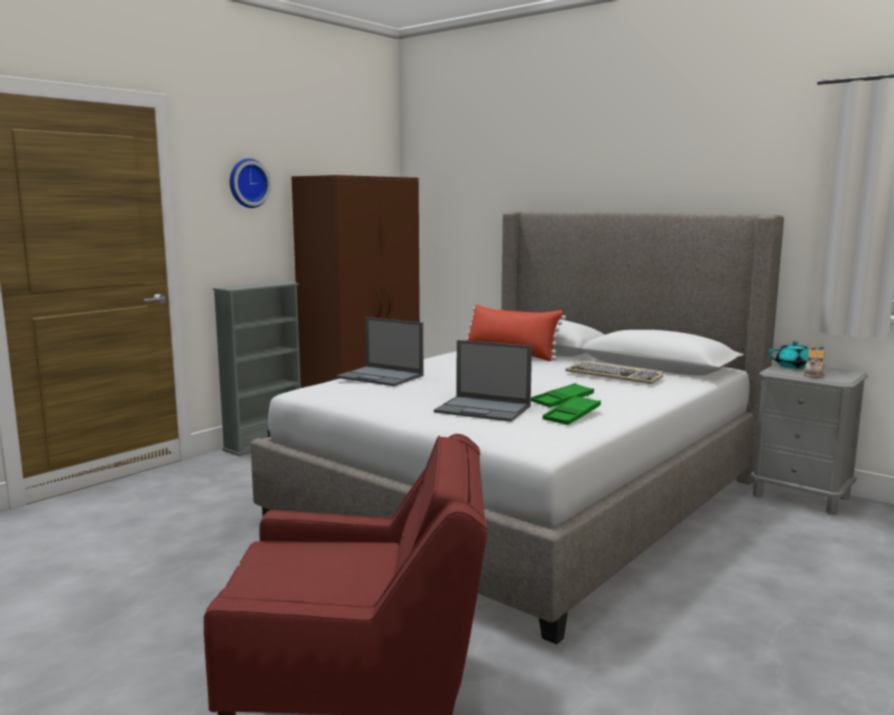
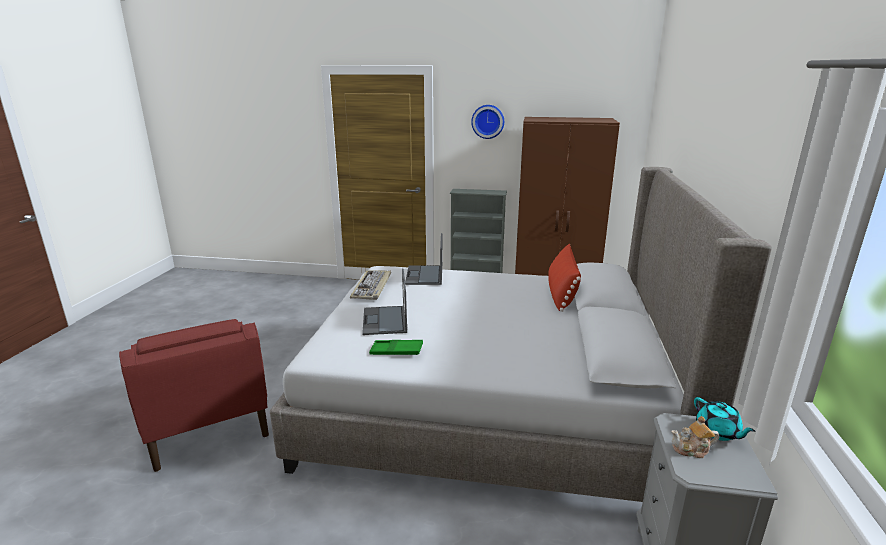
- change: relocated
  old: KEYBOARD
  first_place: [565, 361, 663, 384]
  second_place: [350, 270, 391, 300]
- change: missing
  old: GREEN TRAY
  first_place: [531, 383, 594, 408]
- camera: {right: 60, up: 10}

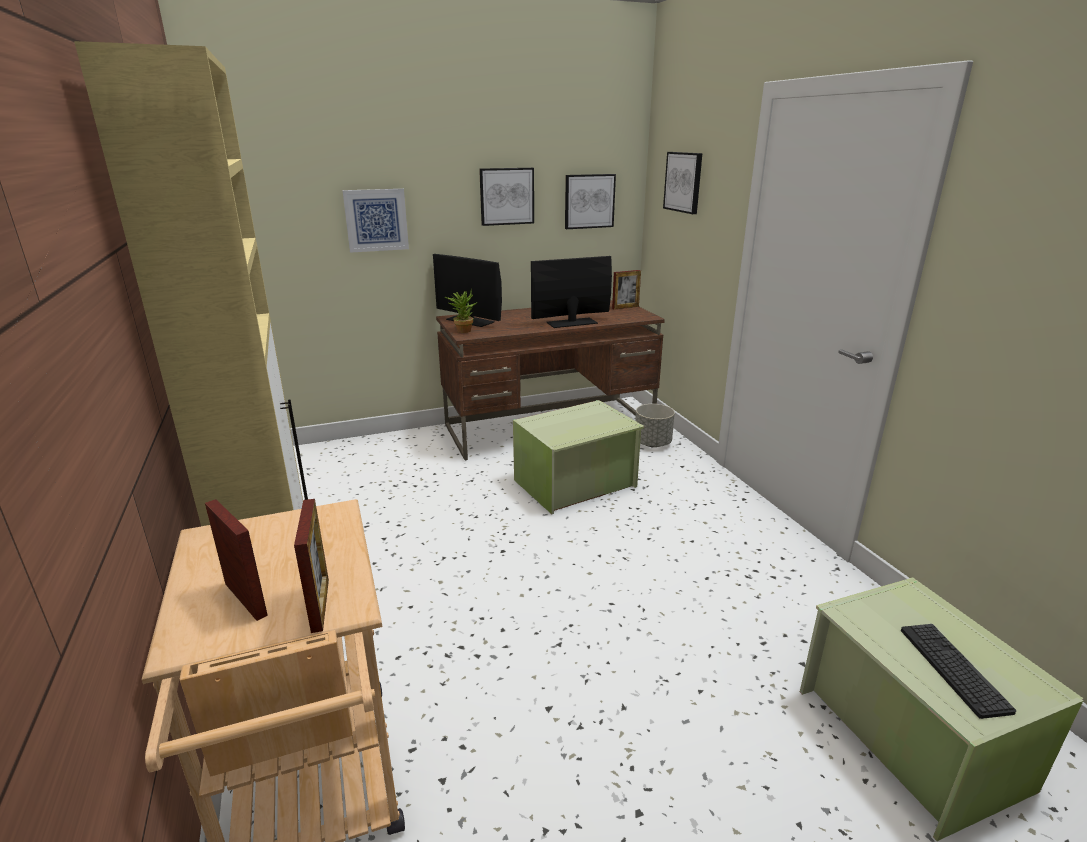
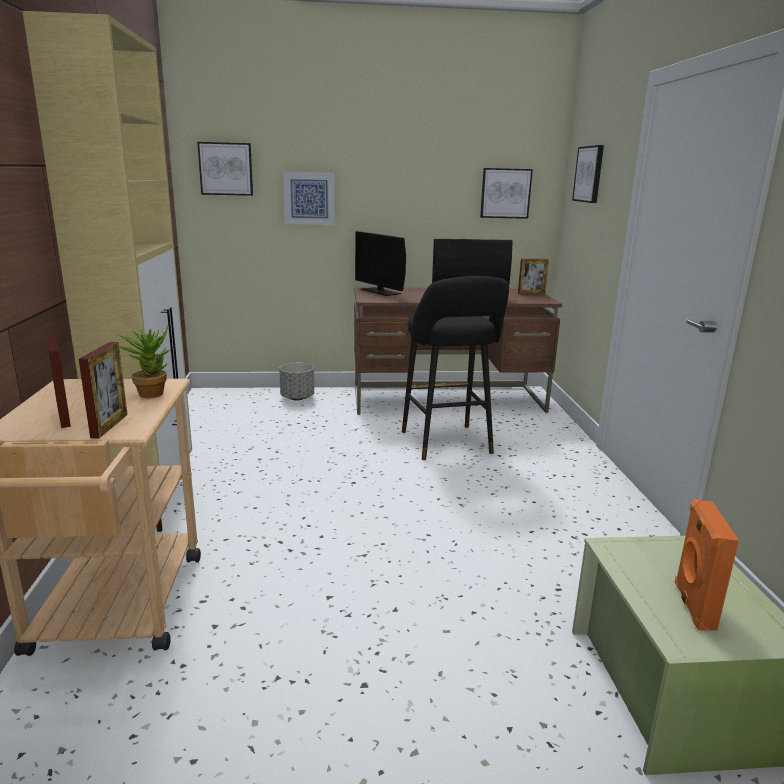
- change: relocated
  old: POTTED PLANT
  first_place: [445, 288, 477, 333]
  second_place: [118, 325, 170, 398]
- change: relocated
  old: PICTURE
  first_place: [479, 168, 534, 226]
  second_place: [197, 142, 253, 196]
- change: relocated
  old: GREY PLANTER
  first_place: [635, 404, 675, 447]
  second_place: [279, 363, 314, 400]
- change: exchanged
  old: GREEN STORAGE BOX
  new: BLACK STOOL
  first_place: [513, 400, 644, 514]
  second_place: [402, 276, 509, 460]
- change: exchanged
  old: KEYBOARD
  new: ORANGE SPEAKER
  first_place: [901, 624, 1016, 719]
  second_place: [675, 499, 739, 631]
- camera: {right: 15, up: -5}

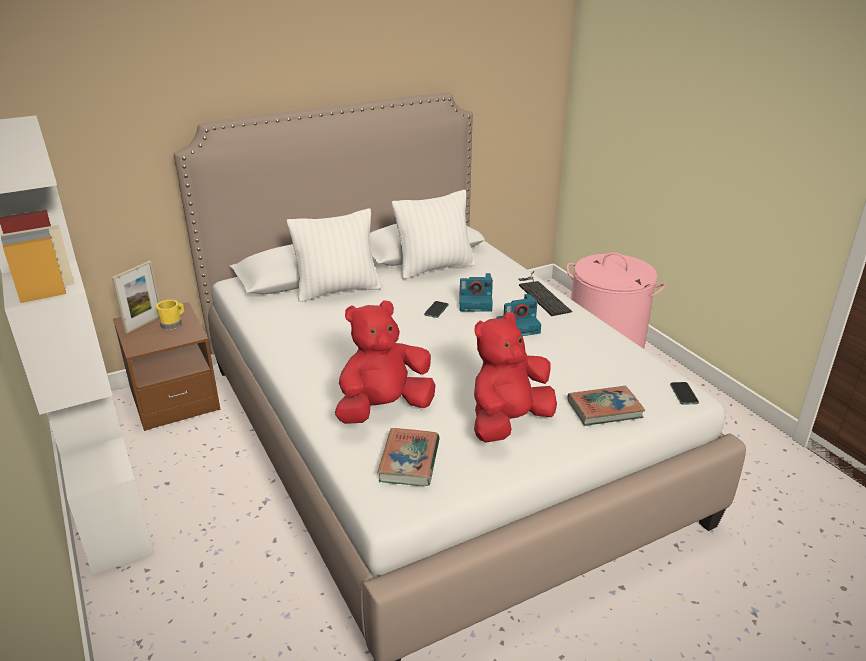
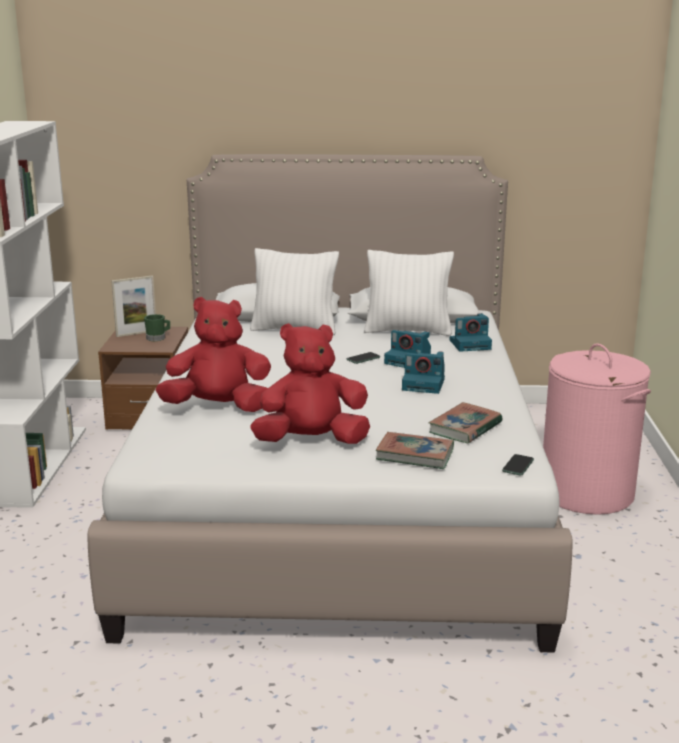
- change: colour
  old: YELLOW MUG
  new: GREEN MUG
  first_place: [156, 300, 184, 330]
  second_place: [144, 314, 170, 341]
- change: relocated
  old: BOOK
  first_place: [377, 428, 440, 486]
  second_place: [429, 402, 502, 443]
- change: appeared
  new: PHOTO CAMERA
  second_place: [450, 313, 492, 352]
- change: missing
  old: KEYBOARD
  first_place: [519, 271, 572, 316]
- camera: {right: 30, up: -10}

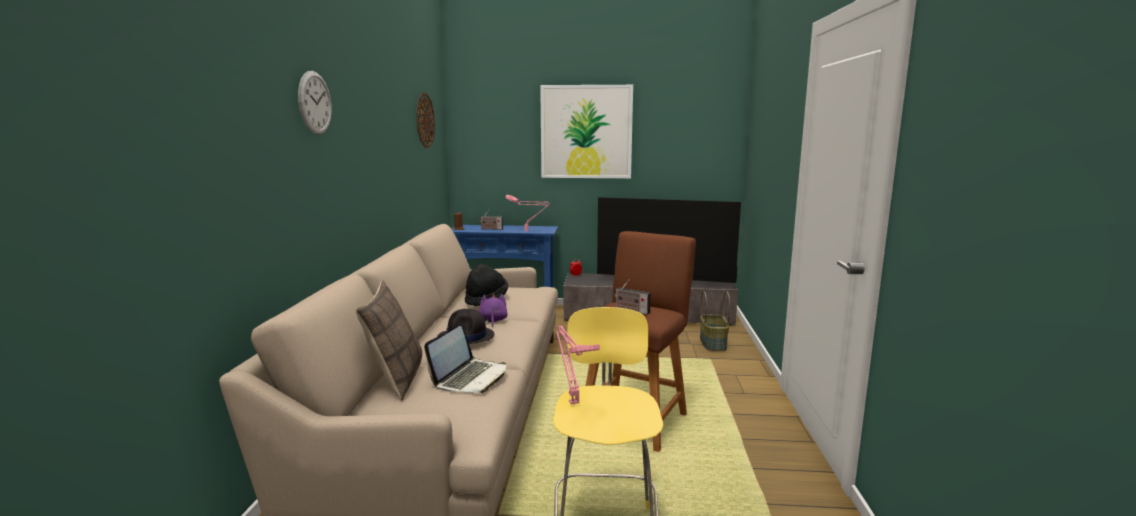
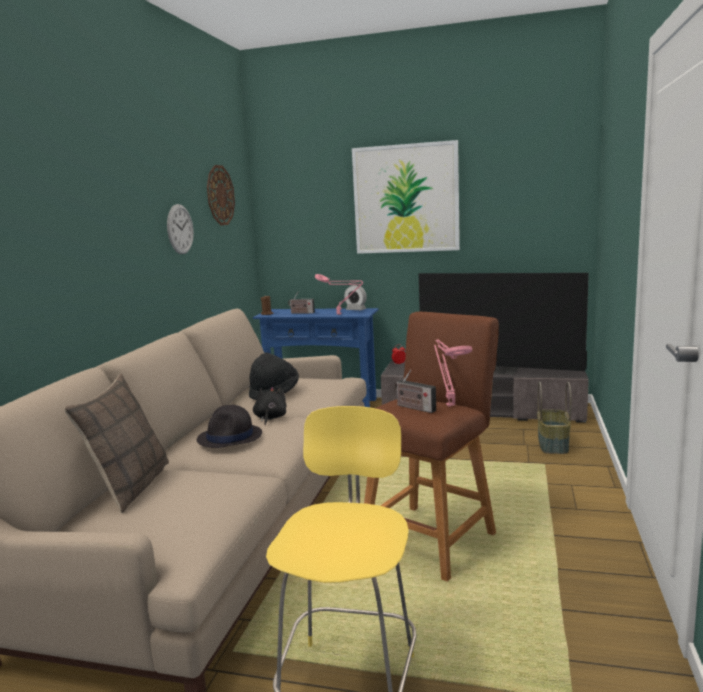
- change: relocated
  old: WALL CLOCK
  first_place: [298, 71, 332, 135]
  second_place: [167, 204, 194, 254]
- change: colour
  old: PURPLE PLUSH TOY
  new: BLACK PLUSH TOY
  first_place: [478, 294, 508, 327]
  second_place: [253, 387, 286, 425]
- change: appeared
  new: ALARM CLOCK
  second_place: [344, 285, 367, 310]
- change: relocated
  old: PINK TABLE LAMP
  first_place: [556, 326, 600, 404]
  second_place: [434, 340, 472, 407]
- change: missing
  old: LAPTOP
  first_place: [424, 326, 506, 393]
- camera: {right: 10, up: 0}

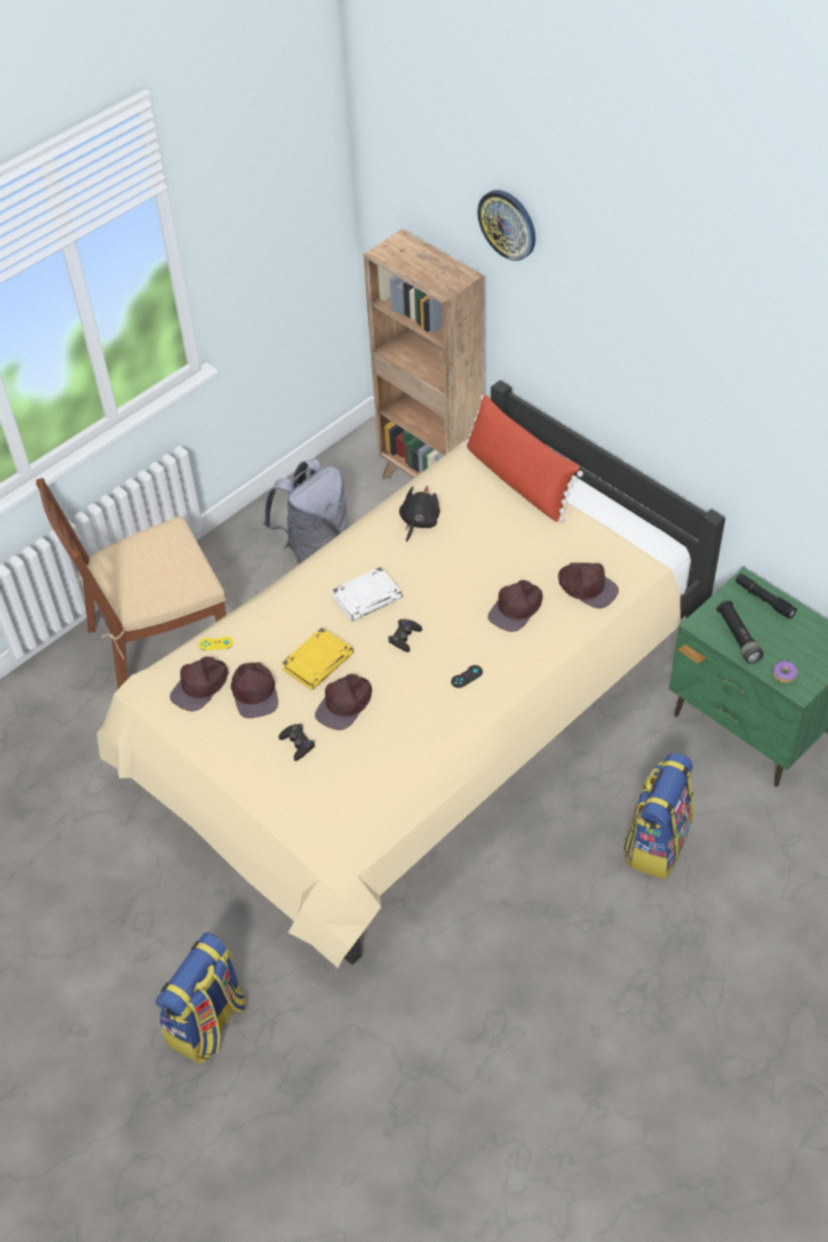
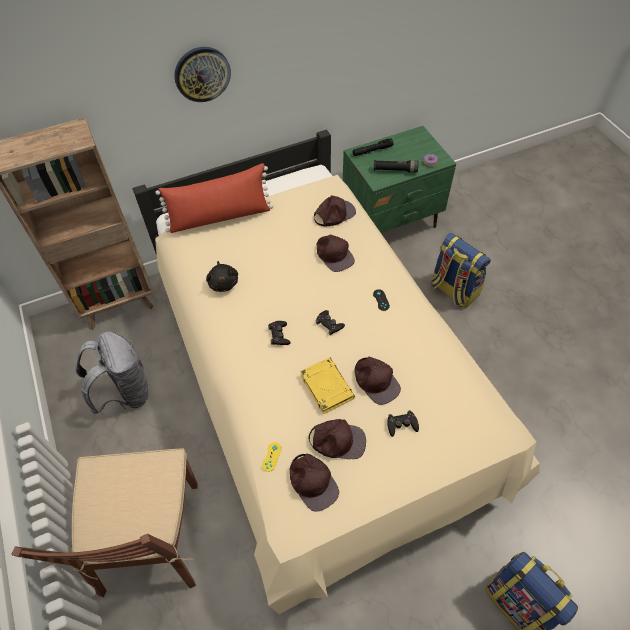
- change: relocated
  old: WALL CLOCK
  first_place: [477, 190, 536, 261]
  second_place: [174, 47, 231, 102]
- change: spun
  old: BLACK PLUSH TOY
  first_place: [399, 486, 440, 542]
  second_place: [206, 261, 238, 292]
  degrees: -150
- change: exchanged
  old: WHITE BOOK
  new: BLACK GAME CONTROLLER
  first_place: [331, 567, 402, 622]
  second_place: [268, 321, 290, 345]
- camera: {right: -70, up: 5}

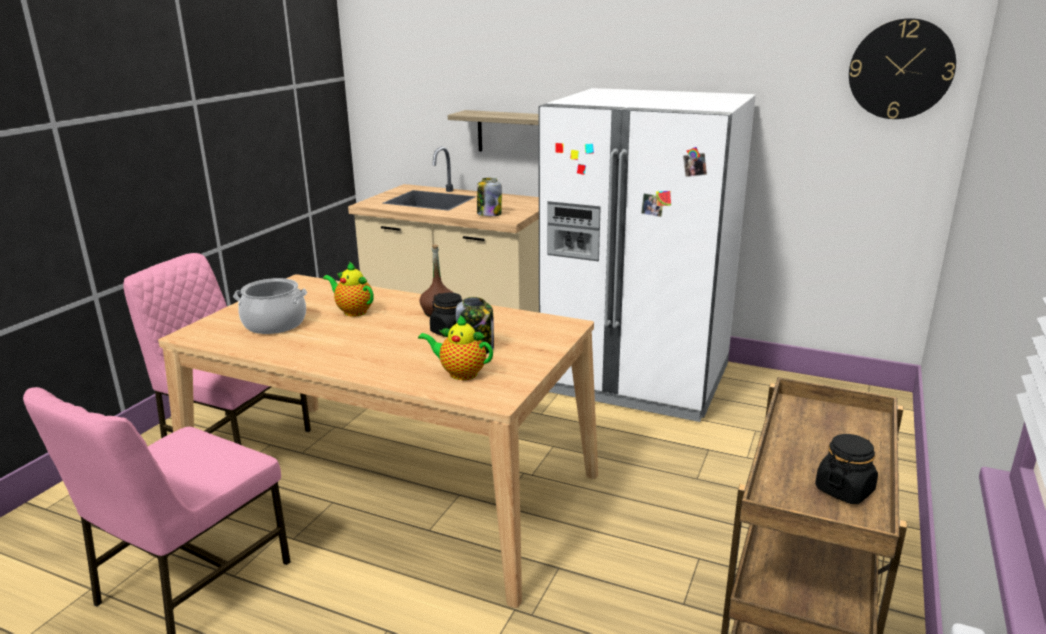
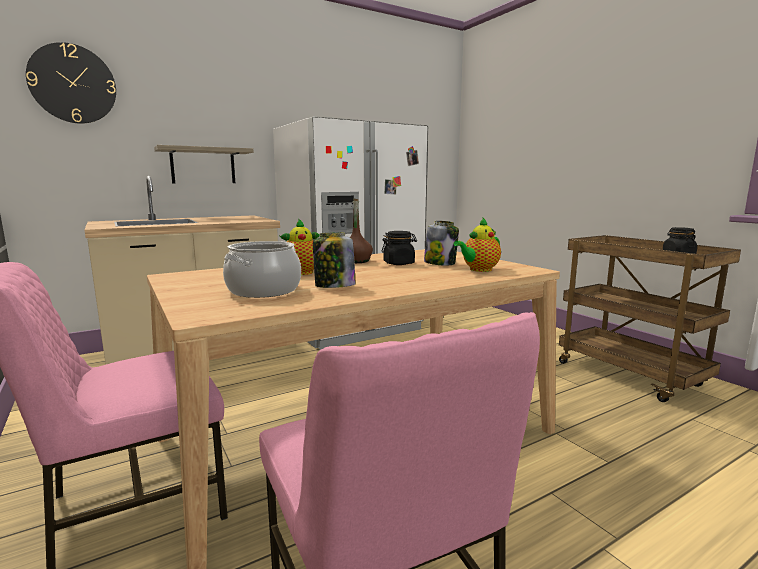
- change: relocated
  old: WALL CLOCK
  first_place: [849, 18, 956, 119]
  second_place: [26, 42, 116, 124]
- change: relocated
  old: JAR
  first_place: [477, 178, 502, 216]
  second_place: [313, 232, 355, 288]
- camera: {right: -55, up: -10}

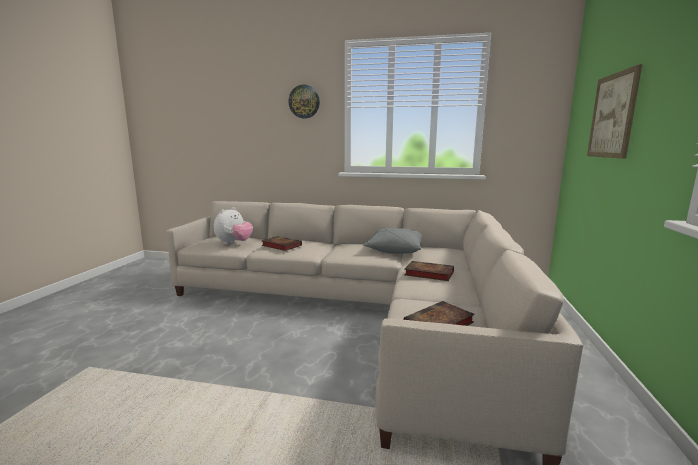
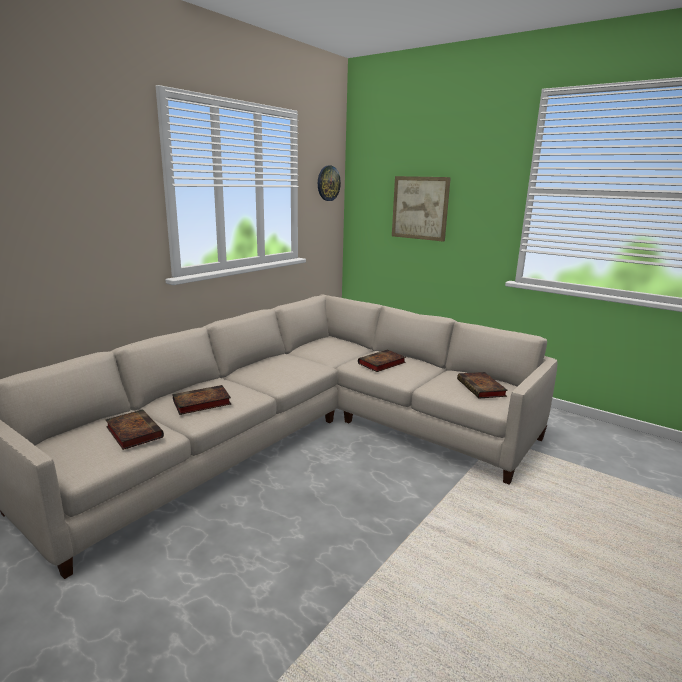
- change: exchanged
  old: PLUSH TOY
  new: BOOK
  first_place: [214, 207, 253, 245]
  second_place: [105, 409, 164, 450]
- change: relocated
  old: WALL CLOCK
  first_place: [288, 85, 320, 118]
  second_place: [318, 166, 341, 201]
- change: missing
  old: GREY PILLOW
  first_place: [364, 228, 422, 254]
- camera: {right: -65, up: 5}

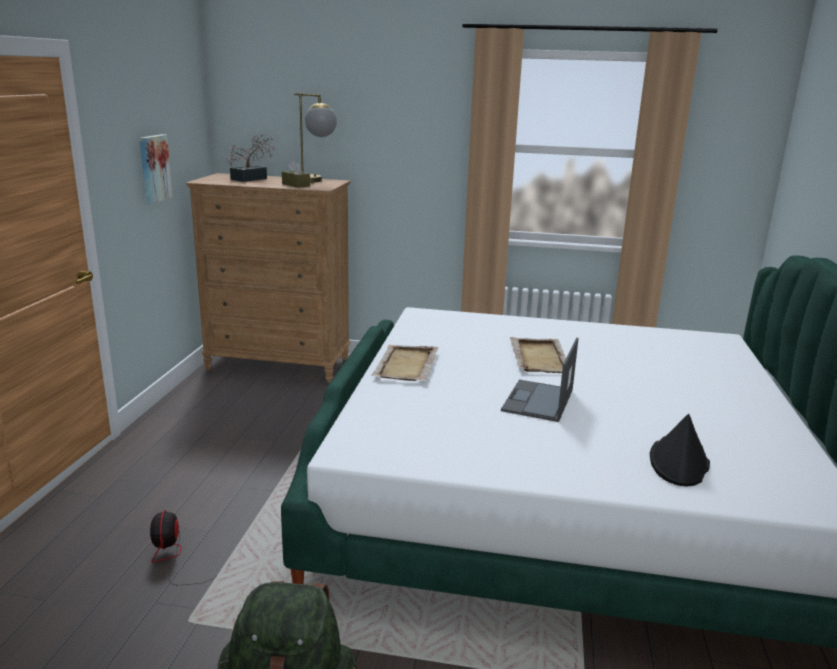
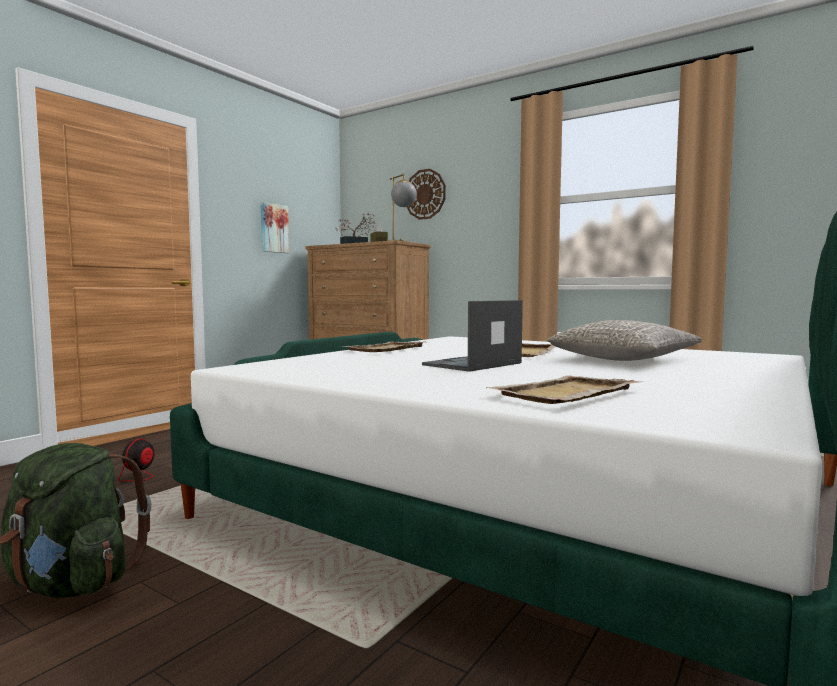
- change: appeared
  new: WALL CLOCK
  second_place: [407, 169, 446, 220]
- change: exchanged
  old: BLACK HAT
  new: BEIGE TRAY
  first_place: [650, 414, 710, 486]
  second_place: [486, 375, 641, 404]
- change: appeared
  new: GREY PILLOW
  second_place: [547, 320, 702, 361]
- camera: {right: 25, up: -15}

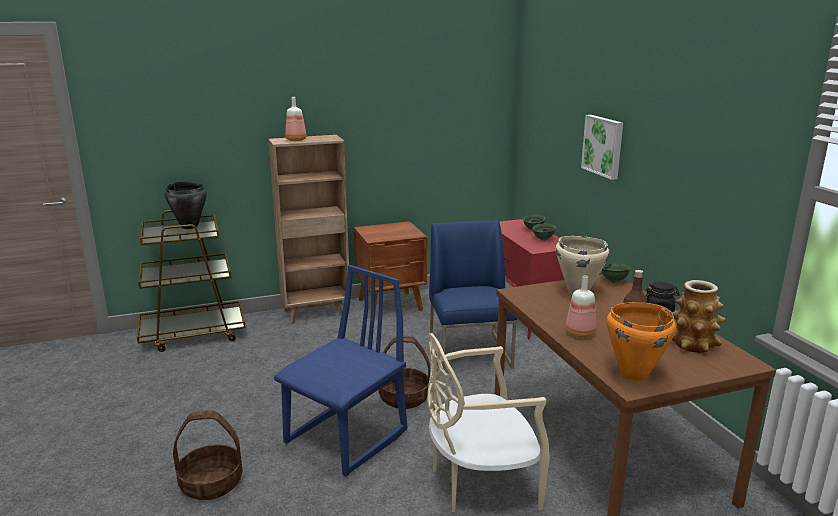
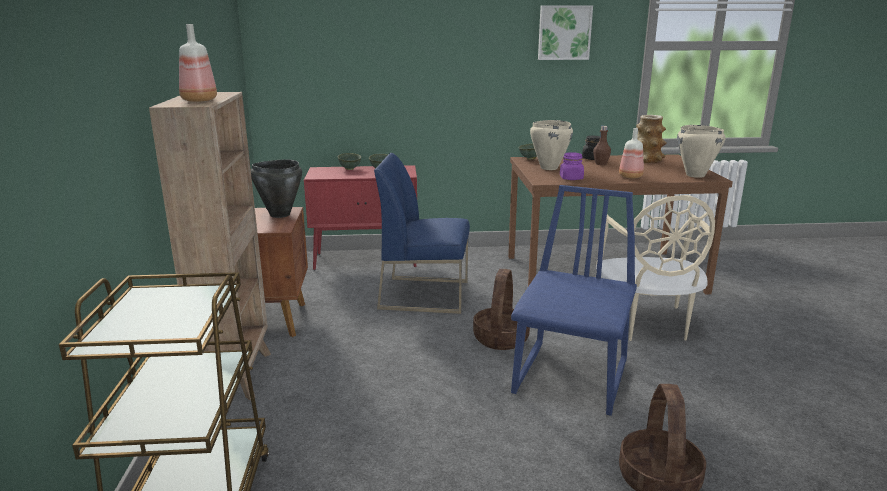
- change: relocated
  old: BLACK COOKING POT
  first_place: [164, 182, 207, 229]
  second_place: [251, 159, 302, 218]
- change: spun
  old: BLUE CHAIR
  first_place: [274, 265, 408, 476]
  second_place: [511, 185, 637, 416]
  degrees: 60
- change: relocated
  old: PICTURE
  first_place: [581, 115, 623, 180]
  second_place: [538, 6, 593, 60]
- change: appeared
  new: PURPLE JAR
  second_place: [560, 152, 584, 180]
- change: colour
  old: ORANGE COOKING POT
  new: BEIGE COOKING POT
  first_place: [607, 302, 676, 381]
  second_place: [677, 125, 725, 178]
- camera: {right: -75, up: 0}

